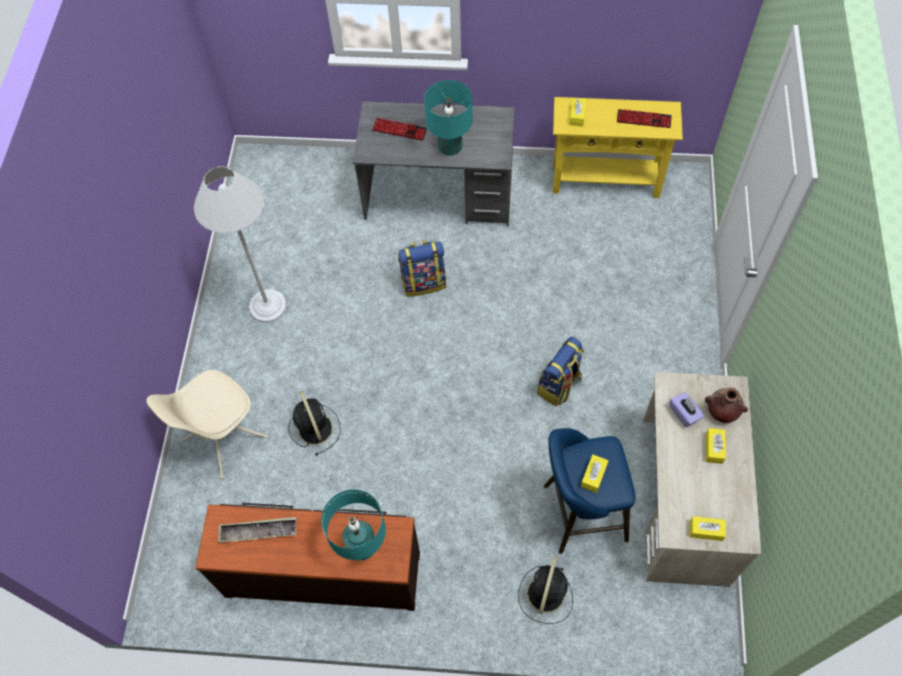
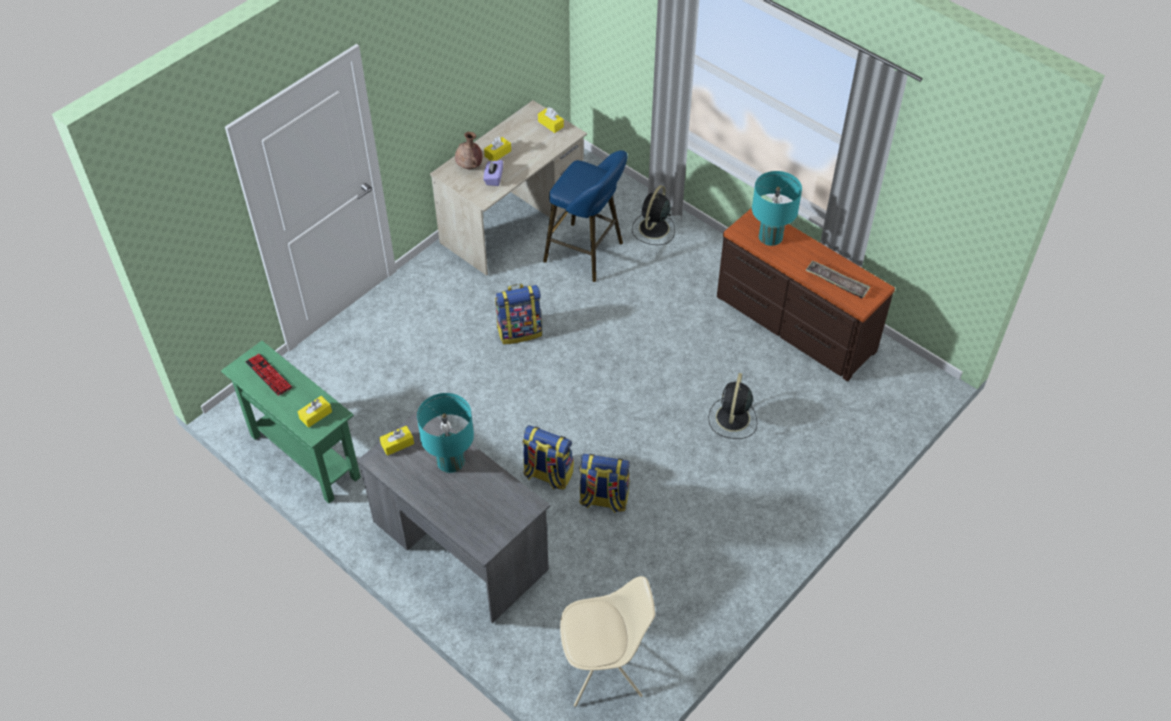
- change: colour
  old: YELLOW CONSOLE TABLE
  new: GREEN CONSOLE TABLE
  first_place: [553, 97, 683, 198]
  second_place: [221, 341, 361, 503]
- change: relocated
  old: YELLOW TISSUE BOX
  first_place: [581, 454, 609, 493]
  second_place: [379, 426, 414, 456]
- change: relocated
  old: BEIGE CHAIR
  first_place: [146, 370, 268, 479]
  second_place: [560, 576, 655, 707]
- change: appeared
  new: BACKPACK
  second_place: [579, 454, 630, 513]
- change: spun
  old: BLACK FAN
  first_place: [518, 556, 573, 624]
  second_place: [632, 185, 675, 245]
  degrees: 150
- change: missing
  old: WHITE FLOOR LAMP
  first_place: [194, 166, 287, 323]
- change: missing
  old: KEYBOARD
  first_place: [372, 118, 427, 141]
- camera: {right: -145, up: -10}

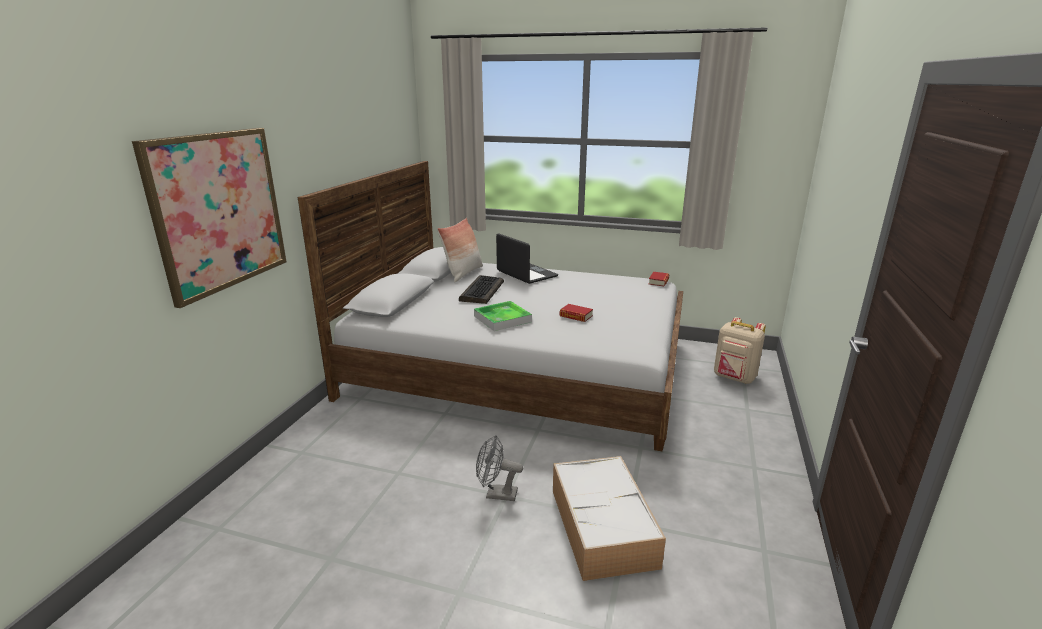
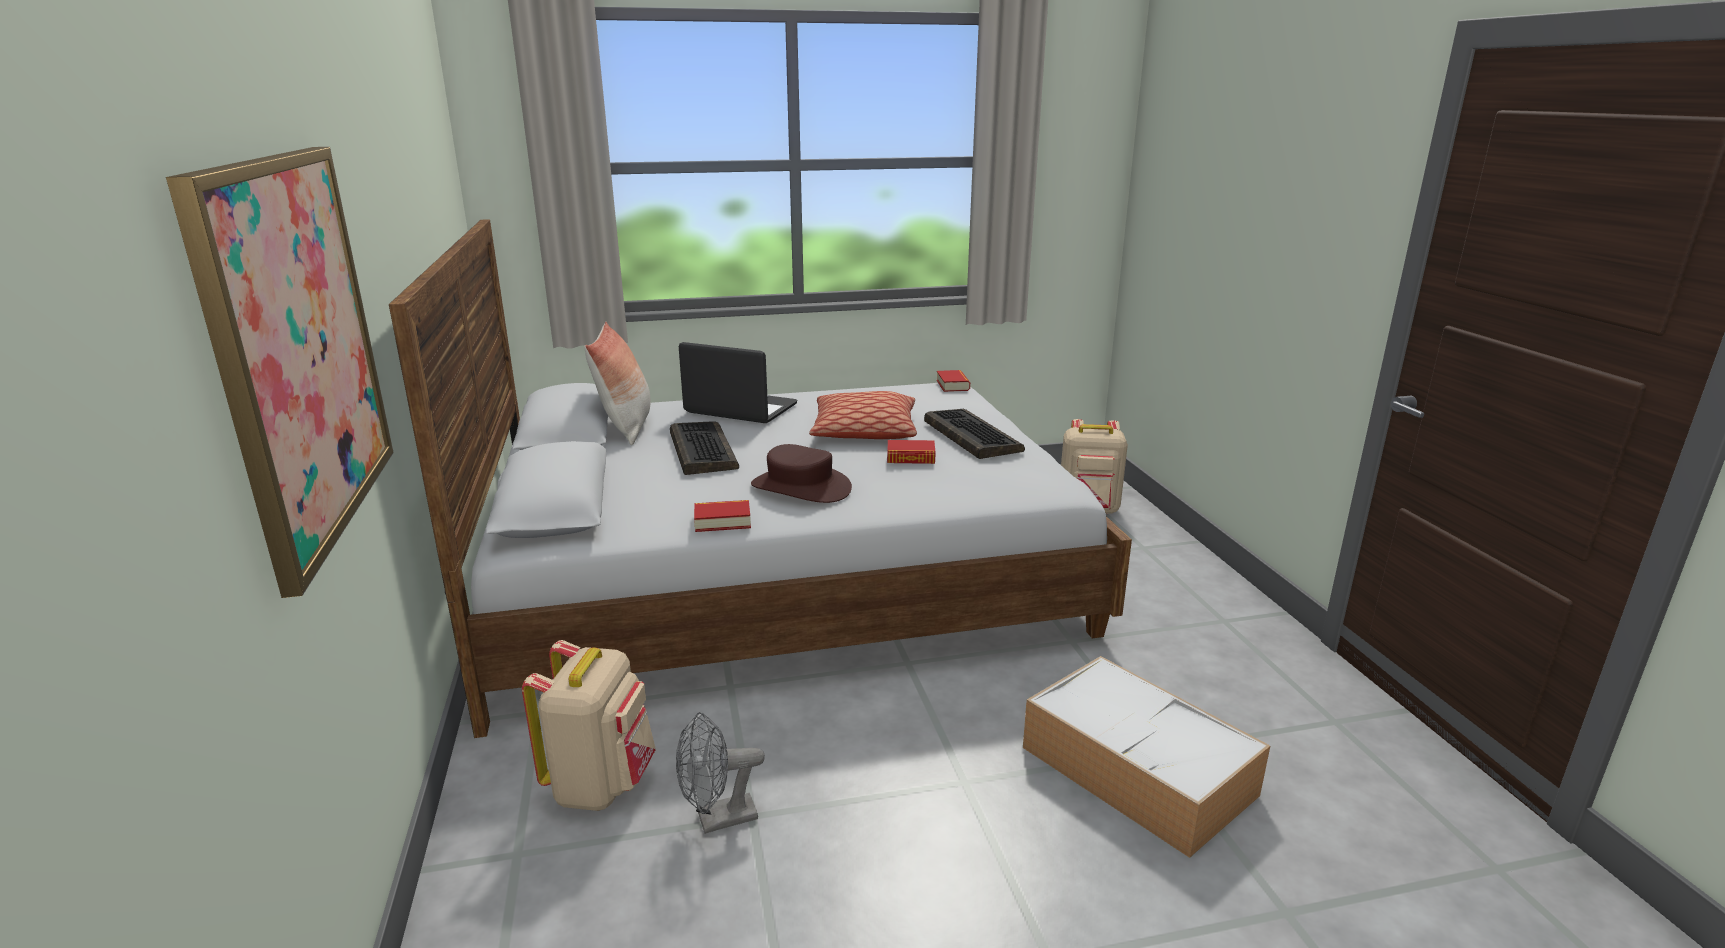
- change: appeared
  new: BEIGE BACKPACK
  second_place: [522, 640, 656, 811]
- change: relocated
  old: GREY FAN
  first_place: [476, 435, 523, 501]
  second_place: [676, 712, 765, 834]
- change: appeared
  new: BOOK
  second_place: [694, 500, 751, 532]
- change: exchanged
  old: TRAY
  new: BROWN HAT
  first_place: [474, 301, 532, 331]
  second_place: [751, 444, 852, 503]
- change: appeared
  new: PILLOW
  second_place: [809, 391, 917, 439]
- change: appeared
  new: KEYBOARD
  second_place: [924, 409, 1025, 459]
- camera: {right: -30, up: 0}

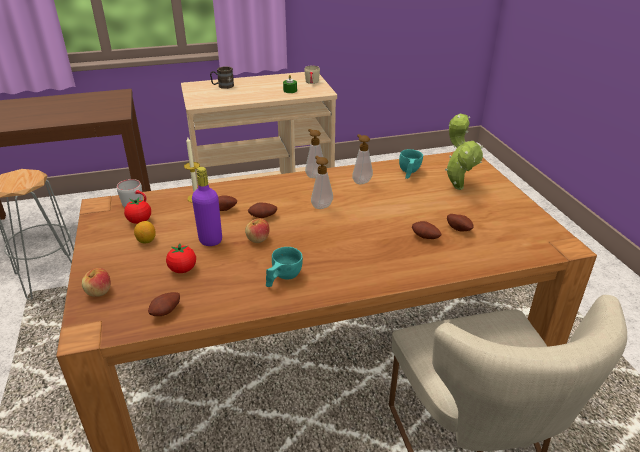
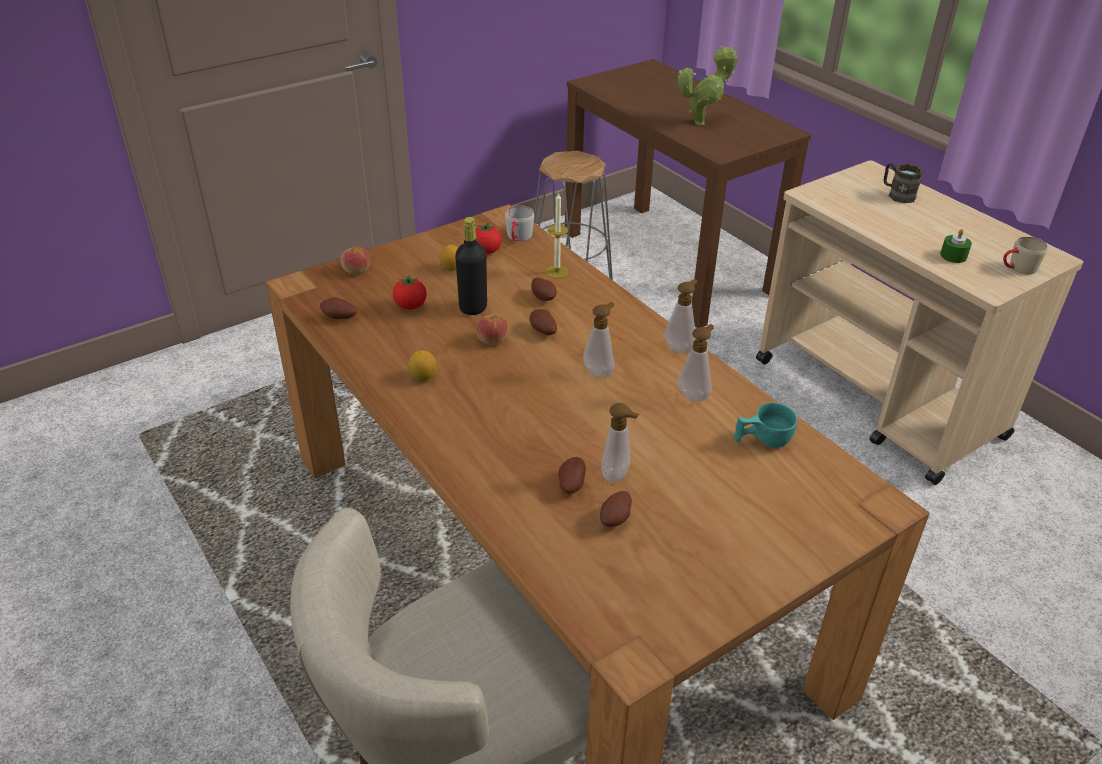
- change: exchanged
  old: TURQUOISE CUP
  new: LEMON
  first_place: [266, 247, 303, 287]
  second_place: [409, 351, 437, 381]
- change: colour
  old: PURPLE BOTTLE
  new: BLACK BOTTLE
  first_place: [192, 167, 222, 246]
  second_place: [455, 217, 487, 315]
- change: appeared
  new: SOAP DISPENSER
  second_place: [601, 403, 639, 483]
- change: relocated
  old: POTTED PLANT
  first_place: [445, 114, 483, 190]
  second_place: [678, 46, 738, 125]
- camera: {right: 70, up: 5}

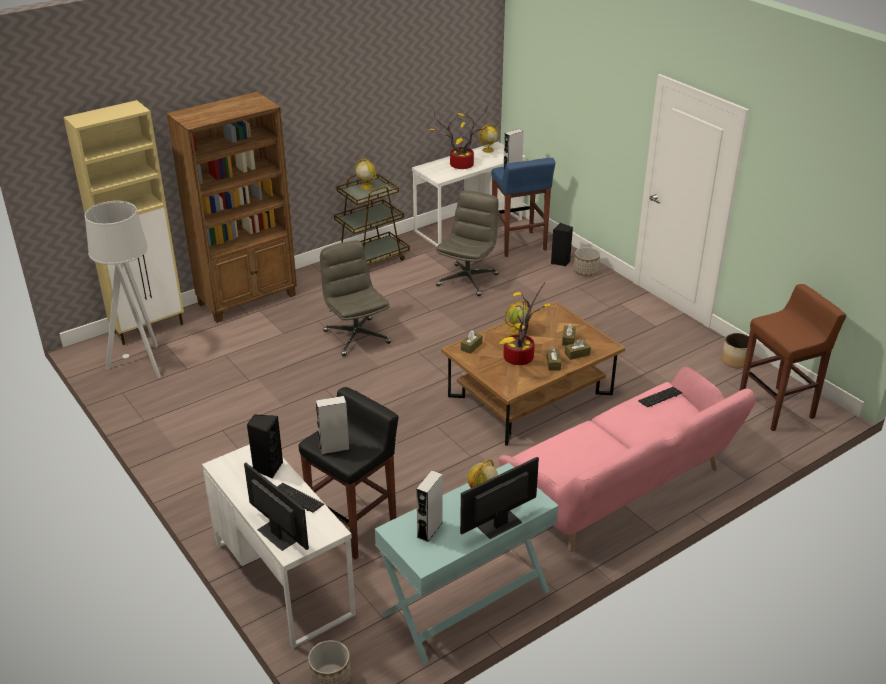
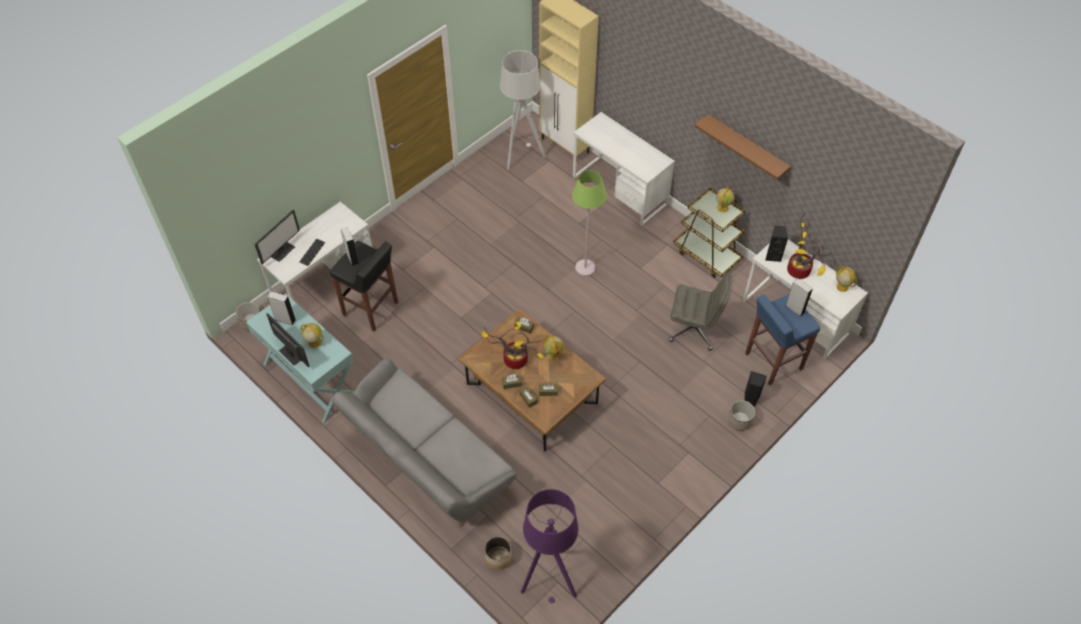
- change: colour
  old: PINK SOFA
  new: GREY SOFA
  first_place: [498, 367, 756, 552]
  second_place: [332, 358, 517, 528]
- change: relocated
  old: PLANTER
  first_place: [722, 333, 749, 369]
  second_place: [484, 536, 512, 570]
- change: exchanged
  old: BROWN STOOL
  new: PURPLE FLOOR LAMP
  first_place: [740, 284, 846, 431]
  second_place: [521, 489, 578, 603]
- change: exchanged
  old: GREY OFFICE CHAIR
  new: GREEN FLOOR LAMP
  first_place: [320, 240, 391, 356]
  second_place: [572, 170, 607, 276]
- change: exchanged
  old: BROWN BOOKCASE
  new: WHITE DESK
  first_place: [166, 92, 297, 323]
  second_place: [573, 112, 675, 226]
- change: appeared
  new: BROWN SHELF
  second_place: [695, 114, 791, 180]
- change: relocated
  old: BLACK SPEAKER
  first_place: [247, 414, 283, 479]
  second_place: [765, 226, 788, 262]
- change: missing
  old: KEYBOARD
  first_place: [638, 387, 682, 407]
- camera: {right: 80, up: 20}

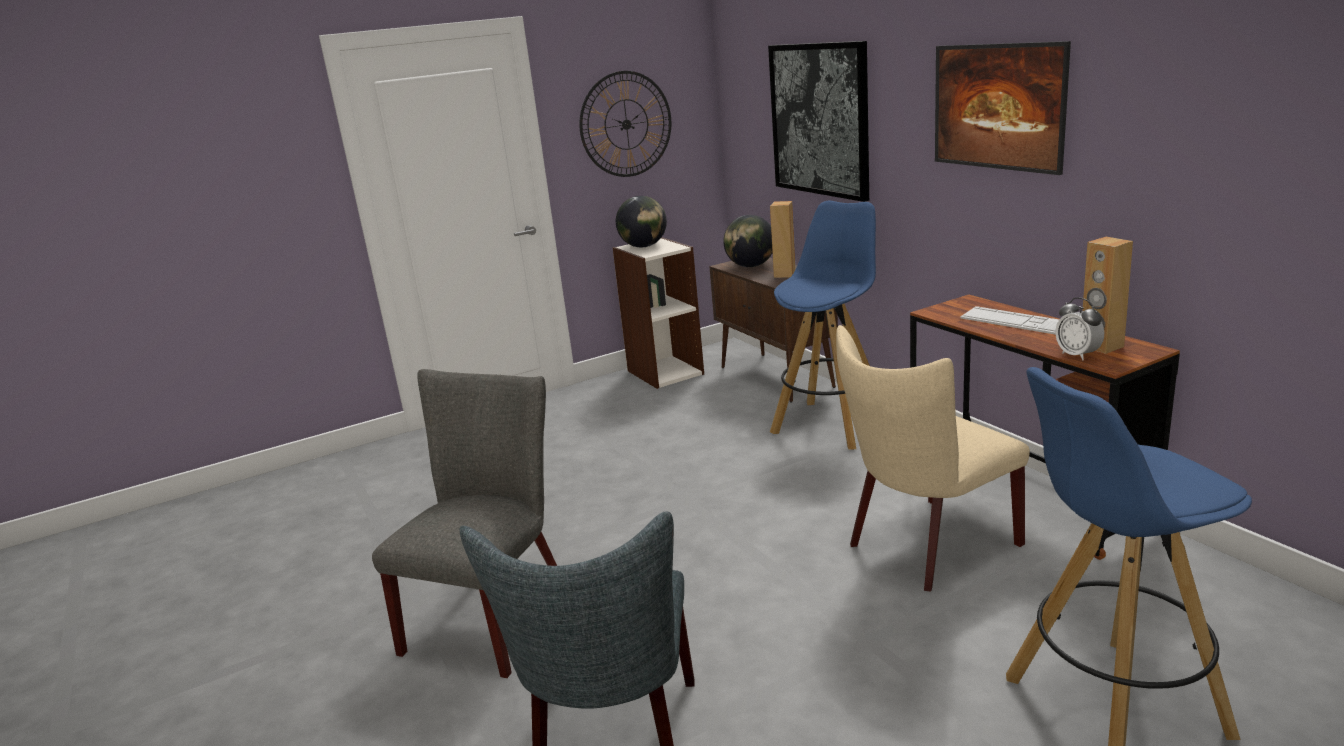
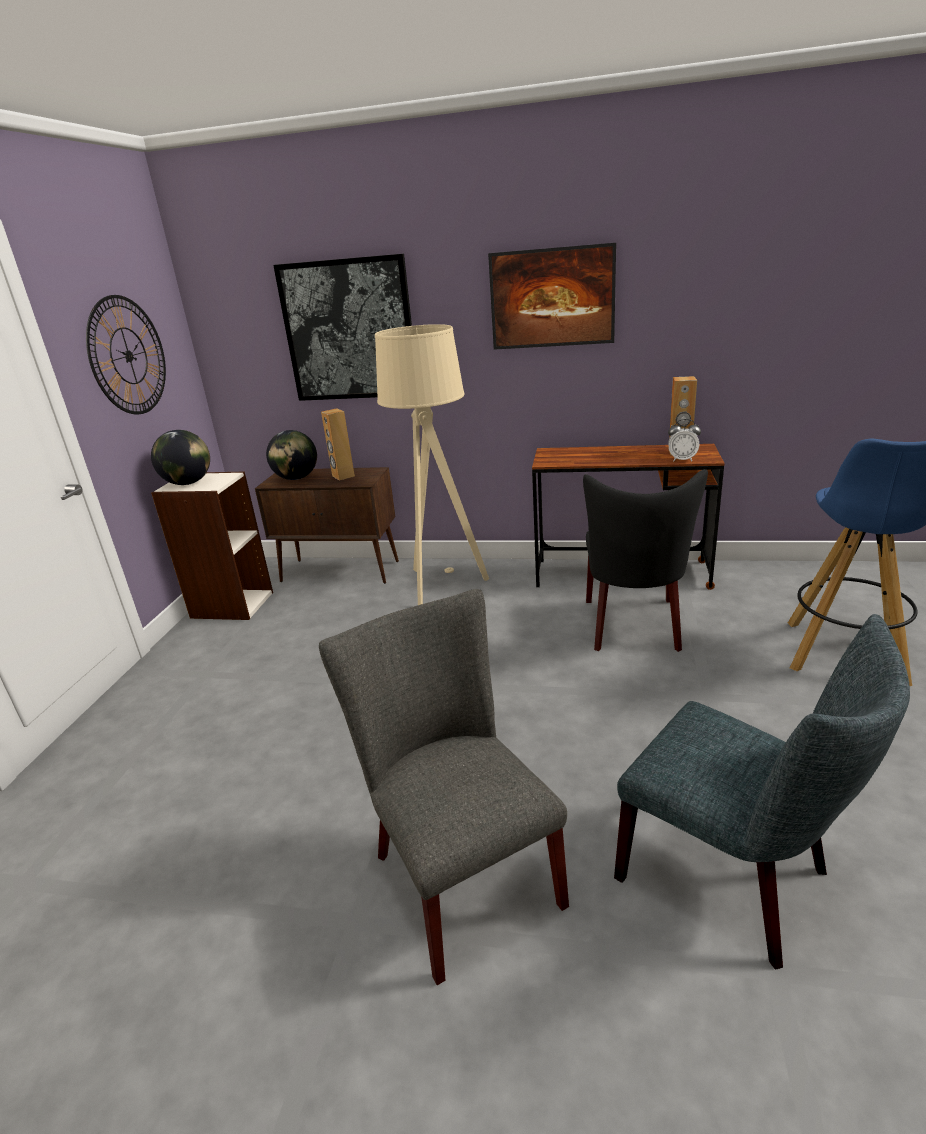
- change: exchanged
  old: BLUE STOOL
  new: BEIGE FLOOR LAMP
  first_place: [770, 201, 876, 450]
  second_place: [375, 324, 489, 605]
- change: colour
  old: BEIGE CHAIR
  new: BLACK CHAIR
  first_place: [836, 325, 1030, 592]
  second_place: [583, 469, 708, 652]
- change: missing
  old: KEYBOARD
  first_place: [960, 306, 1059, 334]
- camera: {right: -50, up: 5}

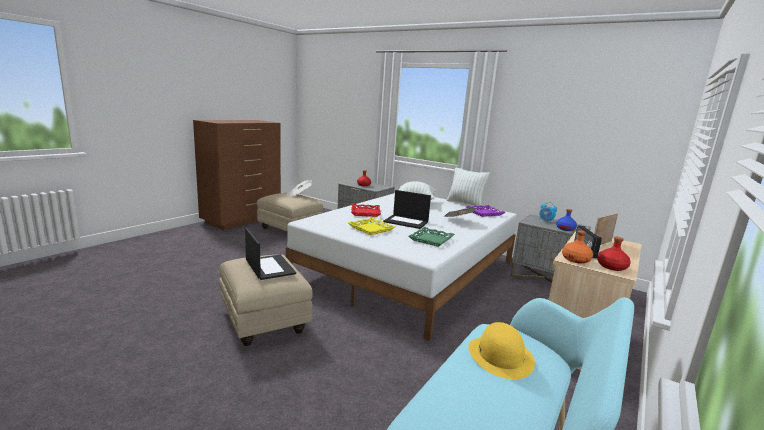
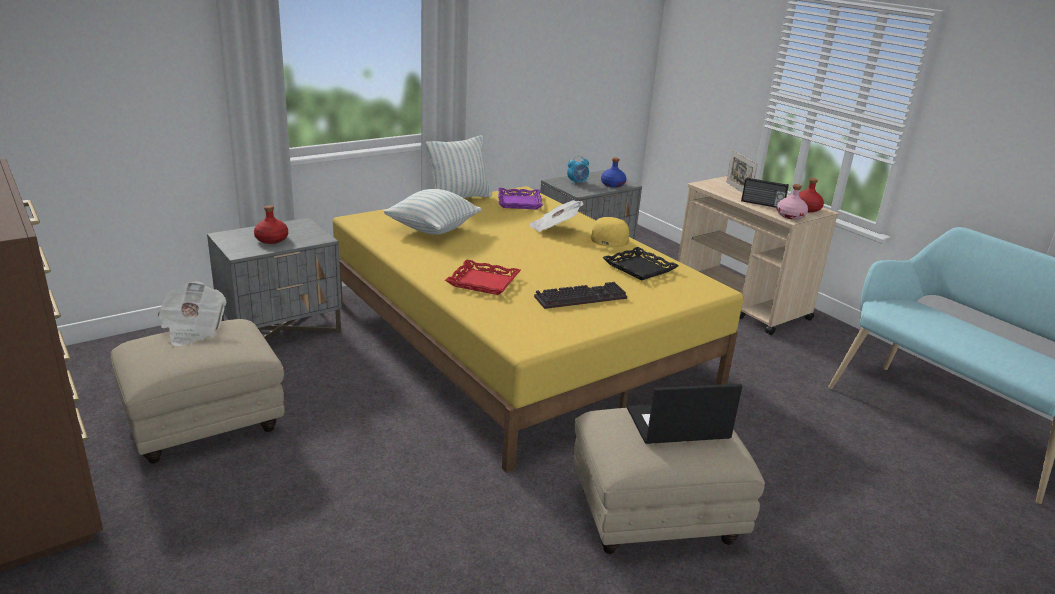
- change: colour
  old: WHITE BED
  new: YELLOW BED
  first_place: [286, 193, 517, 342]
  second_place: [333, 186, 743, 473]
- change: exchanged
  old: YELLOW TRAY
  new: KEYBOARD
  first_place: [348, 218, 395, 235]
  second_place: [534, 282, 627, 309]
- change: relocated
  old: YELLOW HAT
  first_place: [468, 322, 535, 379]
  second_place: [582, 217, 637, 251]
- change: colour
  old: GREEN TRAY
  new: BLACK TRAY
  first_place: [409, 227, 455, 247]
  second_place: [602, 247, 679, 280]
- change: colour
  old: ORANGE BOTTLE
  new: PINK BOTTLE
  first_place: [562, 230, 593, 264]
  second_place: [777, 184, 808, 219]
- change: missing
  old: LAPTOP
  first_place: [383, 190, 431, 229]
- camera: {right: -70, up: 10}

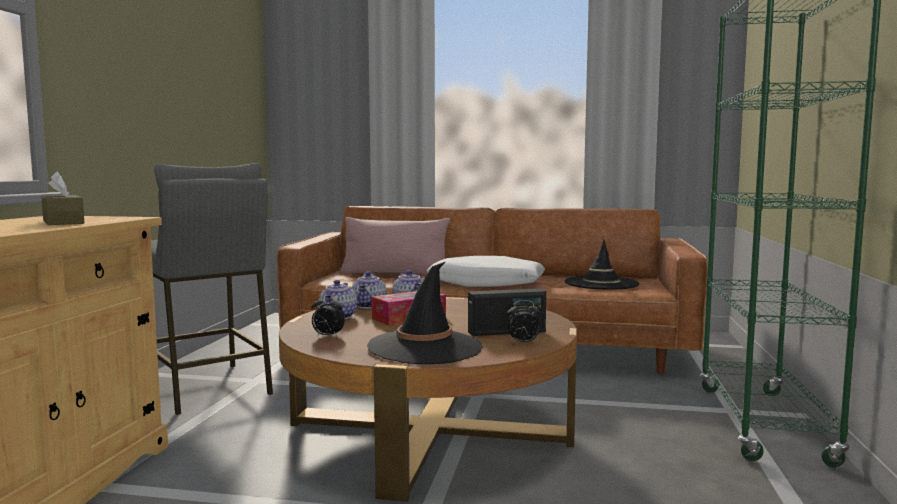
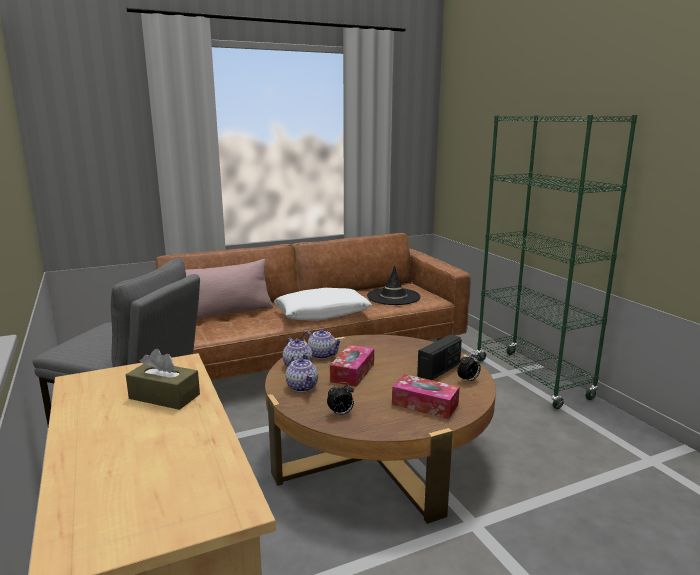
- change: exchanged
  old: BLACK HAT
  new: TISSUE BOX
  first_place: [367, 262, 483, 364]
  second_place: [392, 374, 460, 419]
- camera: {right: -35, up: 10}

